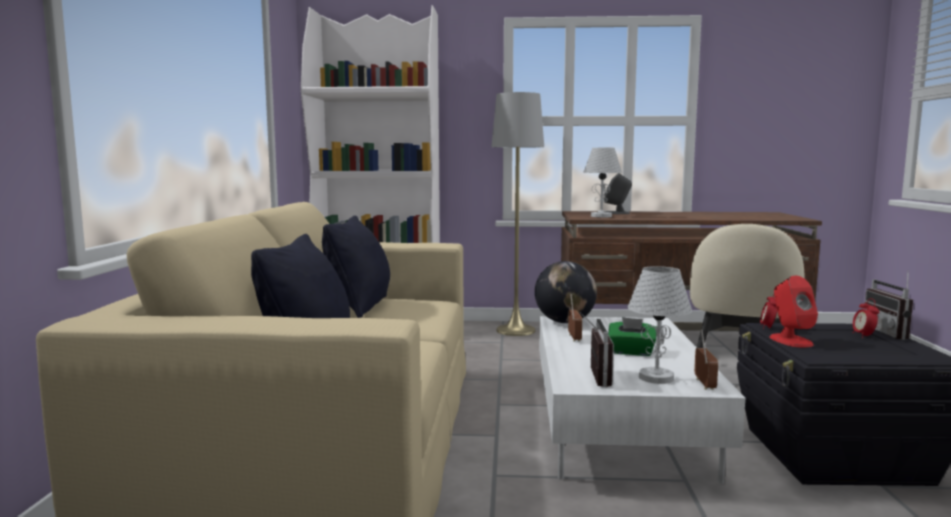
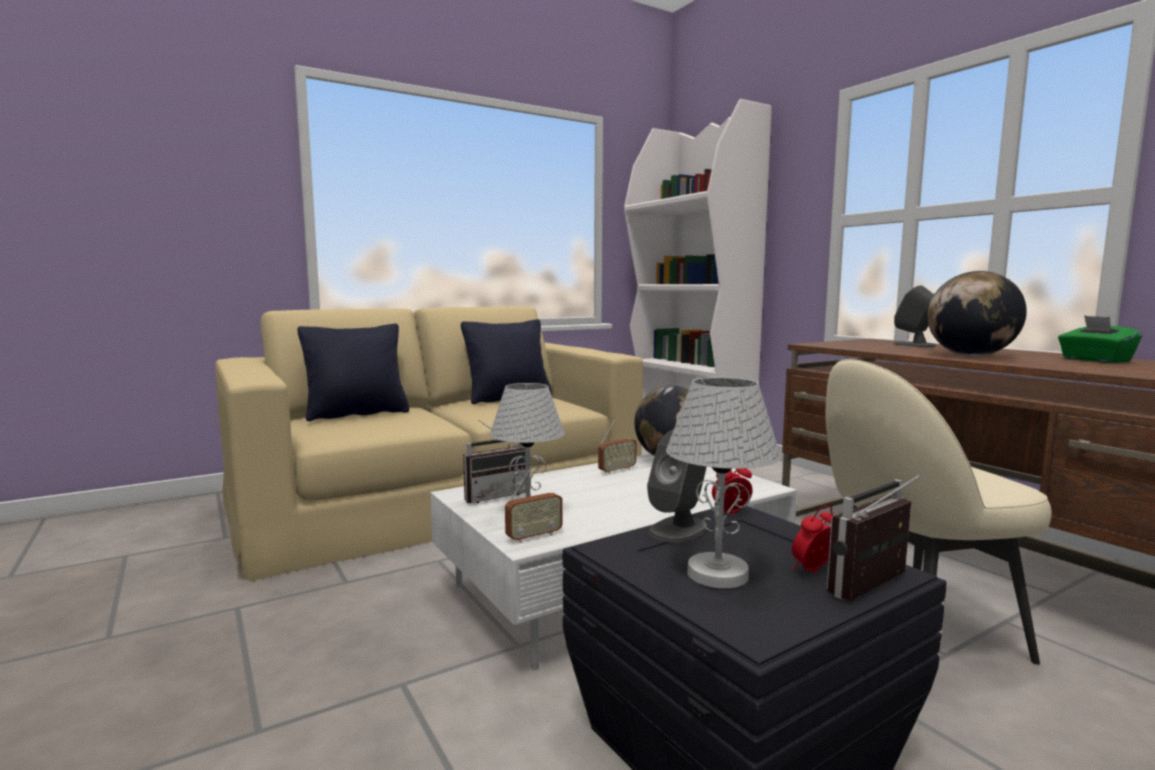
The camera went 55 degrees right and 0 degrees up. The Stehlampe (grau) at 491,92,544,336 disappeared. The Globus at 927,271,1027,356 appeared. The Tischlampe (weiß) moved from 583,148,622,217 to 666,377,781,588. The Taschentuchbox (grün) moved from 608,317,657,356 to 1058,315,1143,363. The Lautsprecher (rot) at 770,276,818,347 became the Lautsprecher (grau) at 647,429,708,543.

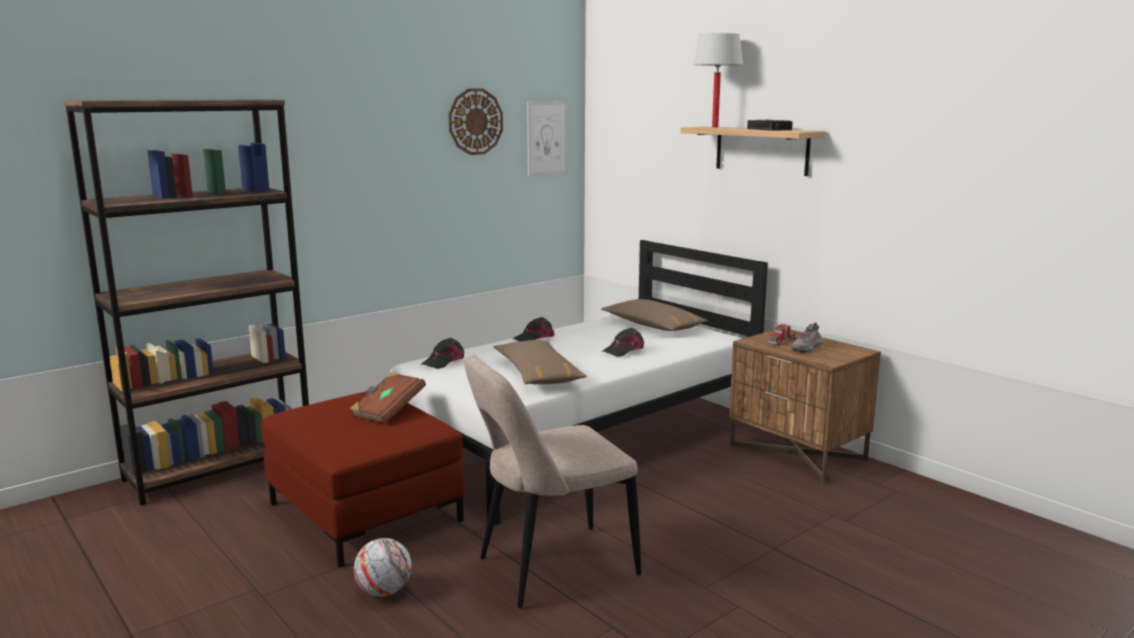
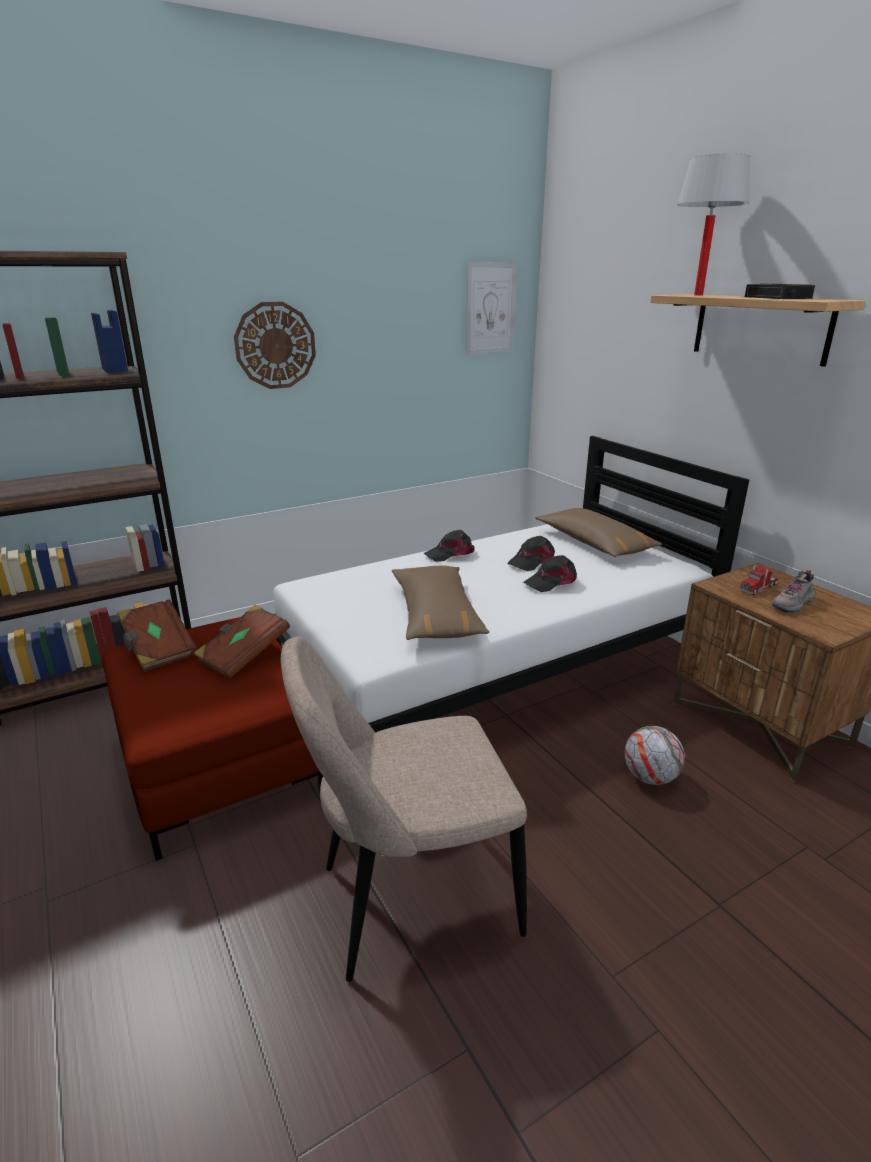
The camera went 10 degrees right and 10 degrees up. The Buch (braun) at 117,600,197,673 appeared. The Fußball moved from 354,538,412,597 to 624,726,685,785. The Kappe (schwarz) moved from 422,338,464,369 to 508,536,555,571. The Wanduhr moved from 448,88,503,155 to 234,302,316,389.

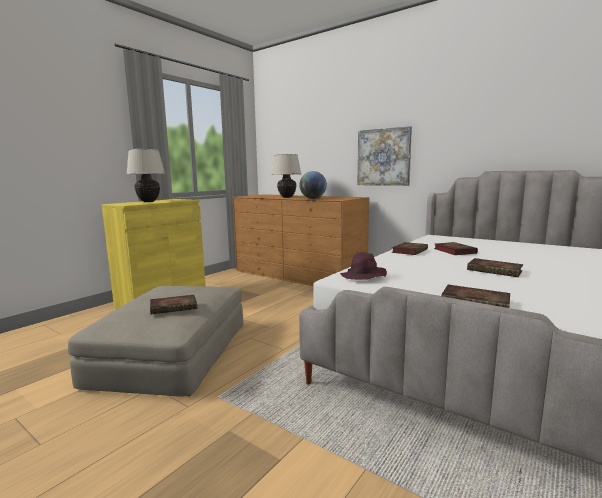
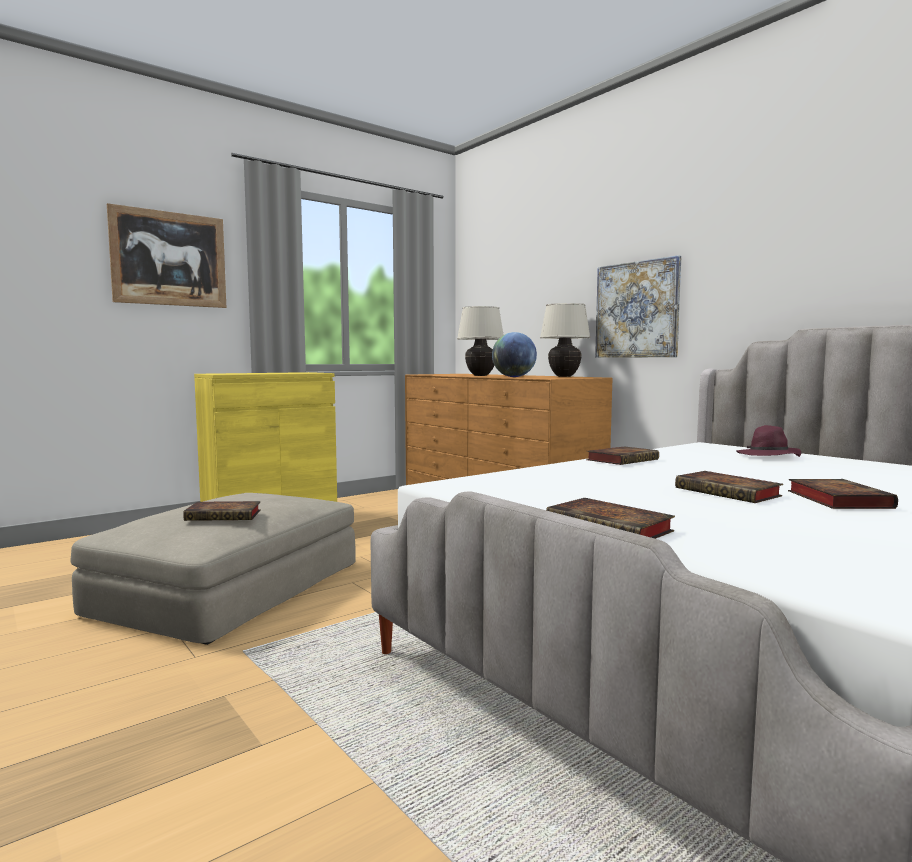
The camera went 15 degrees right and 5 degrees down. The Bild at 107,203,226,308 appeared. The Tischlampe (beige) moved from 126,149,165,202 to 540,303,591,377. The Hut (lila) moved from 340,252,387,280 to 736,425,801,457. The Buch moved from 434,242,478,255 to 788,479,898,509.

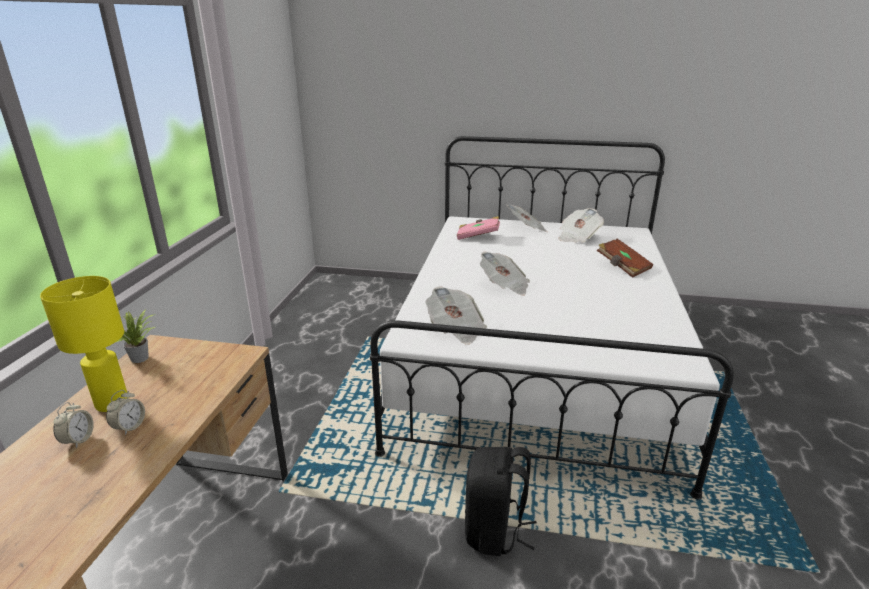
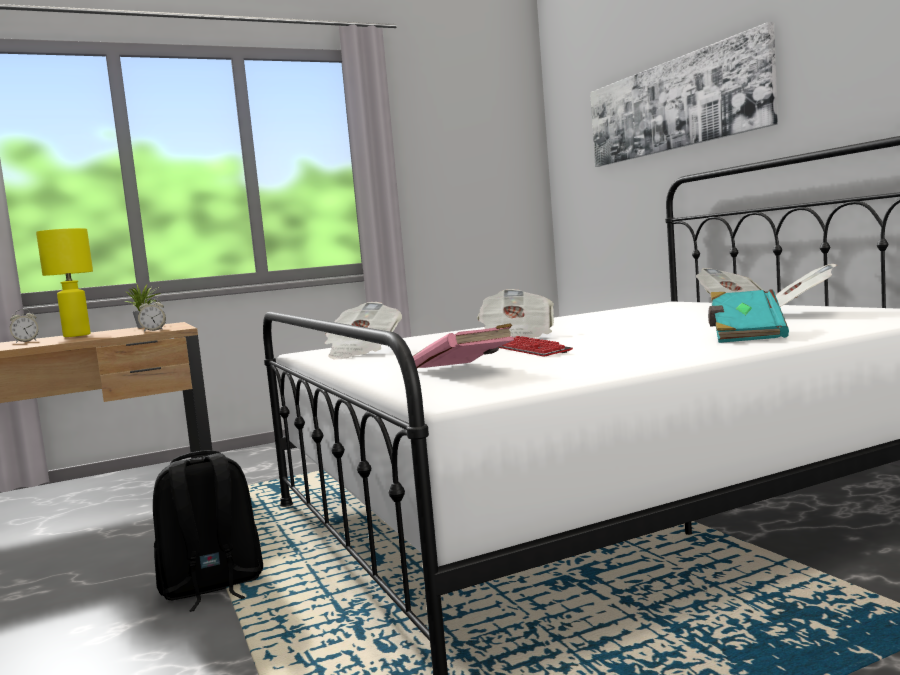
The camera went 55 degrees right and 20 degrees down. The Tastatur at 499,336,573,357 appeared. The Bild at 590,22,778,167 appeared. The Wecker moved from 106,390,145,435 to 138,298,166,332. The Buch (rosa) moved from 457,216,500,240 to 413,323,514,368. The Buch (braun) at 597,239,653,278 became the Buch (türkis) at 708,290,789,343.

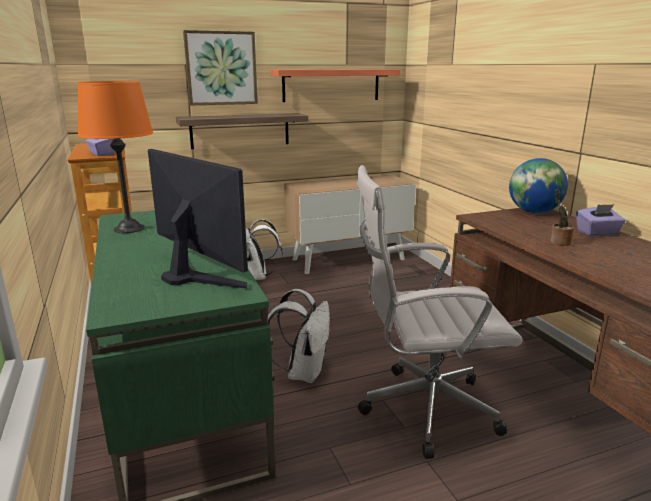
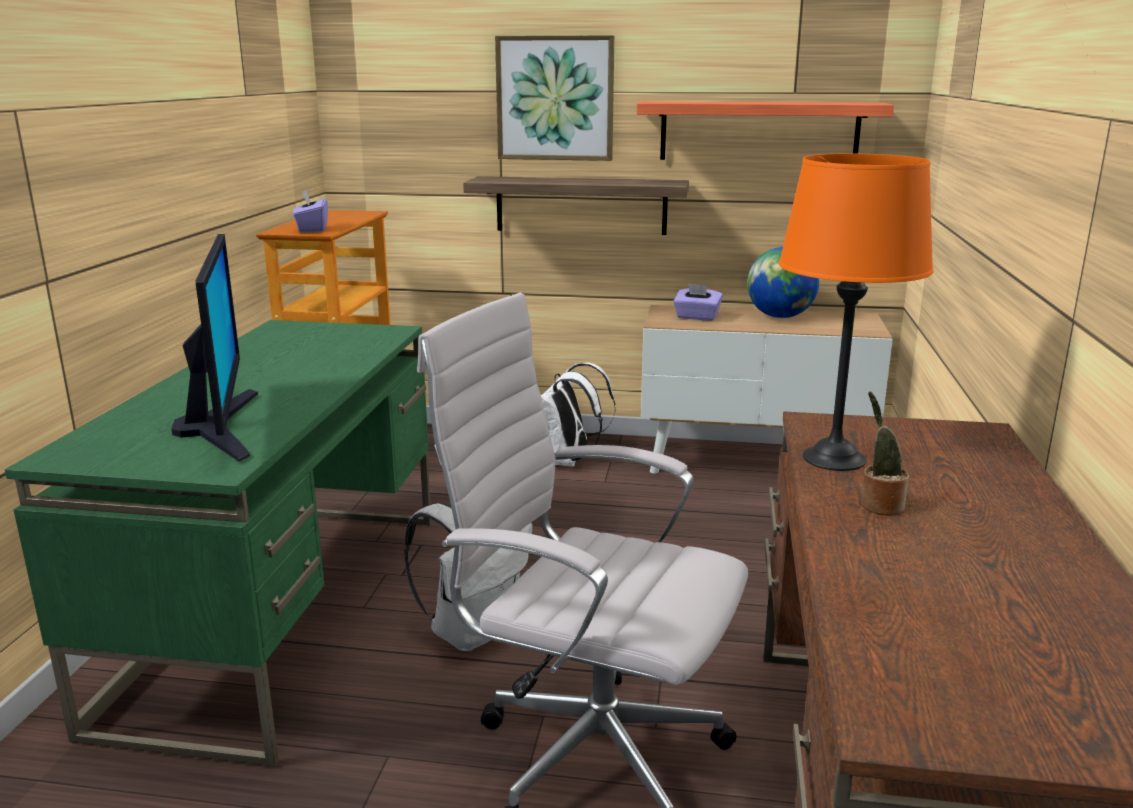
The camera went 30 degrees right and 0 degrees up. The Tischlampe (orange) moved from 78,81,153,233 to 779,154,933,471. The Globus moved from 509,158,568,213 to 747,247,819,318. The Taschentuchbox (lila) moved from 576,204,626,236 to 673,283,723,321.

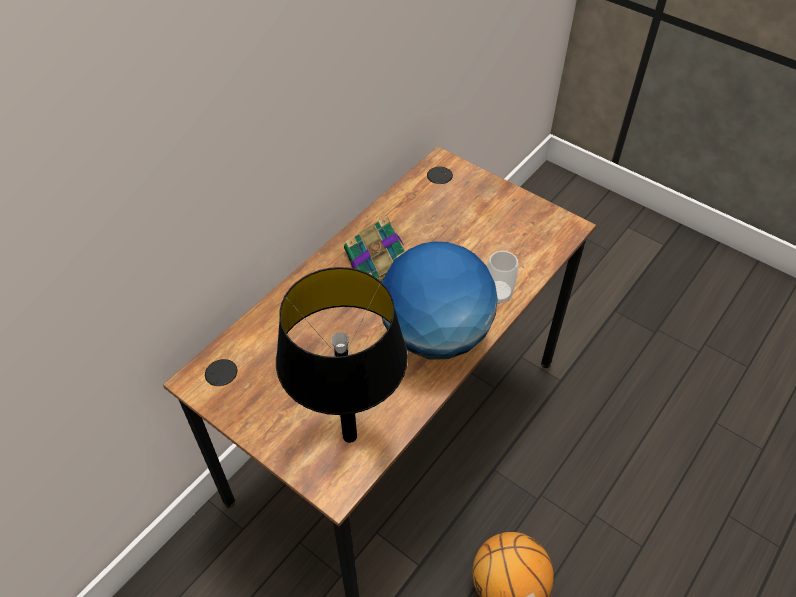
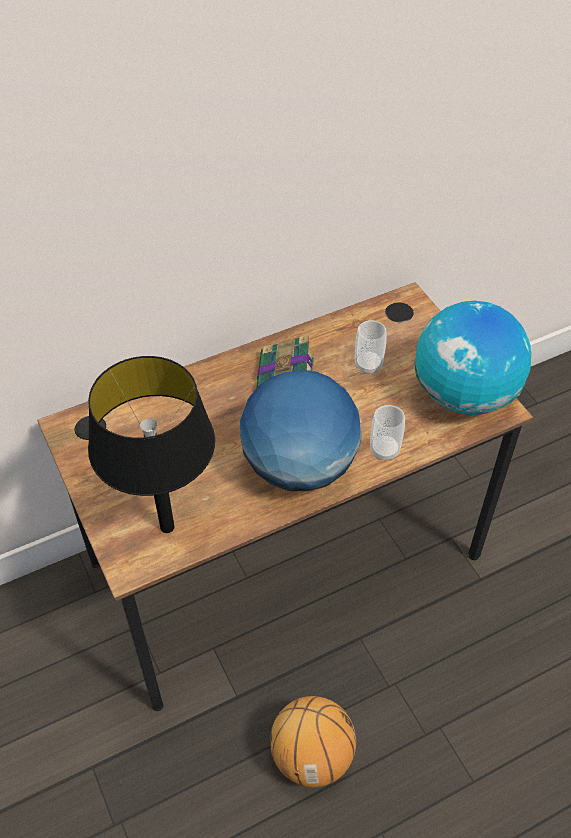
The camera went 25 degrees right and 0 degrees up. The Tasse at 355,320,387,374 appeared. The Globus at 414,301,531,415 appeared.

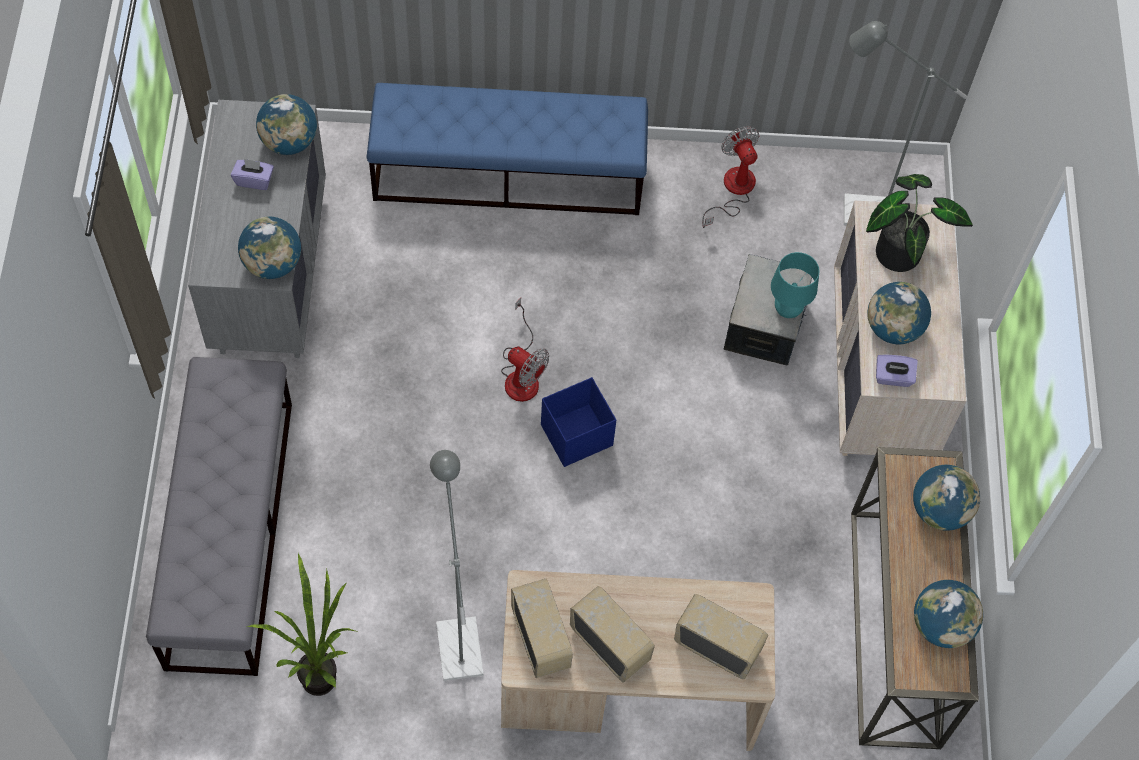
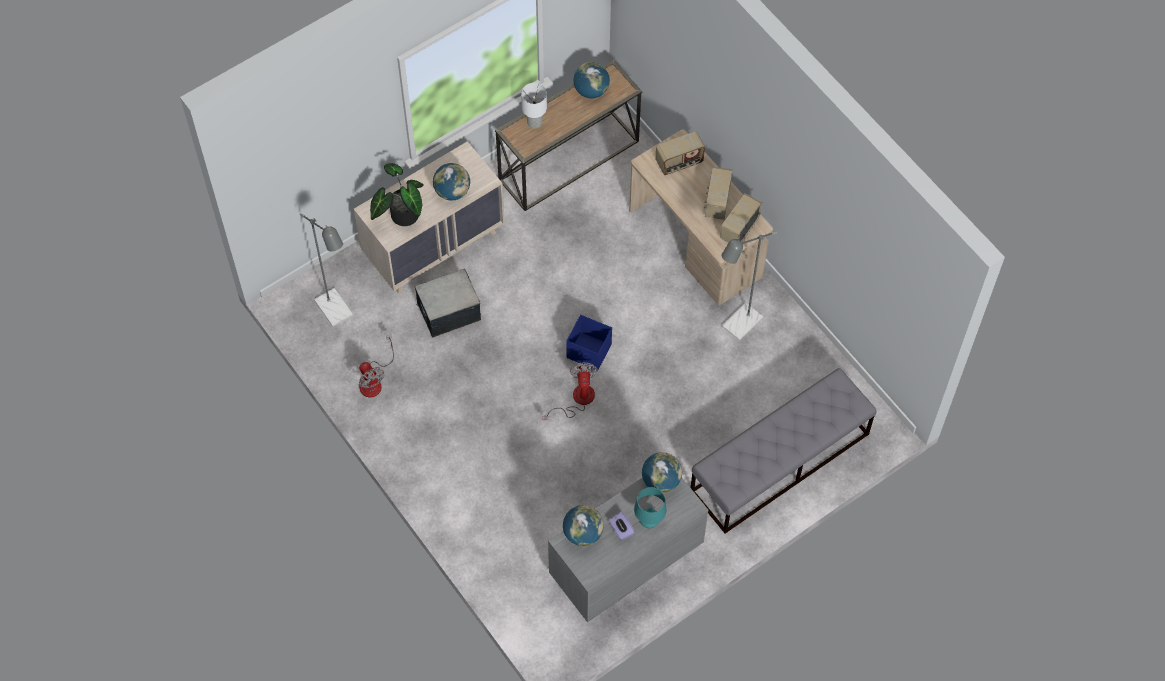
The camera went 125 degrees left and 0 degrees up. The Topfpflanze at 247,553,355,696 disappeared. The Bank (blau) at 367,83,648,215 disappeared. The Taschentuchbox (lila) at 876,354,918,387 disappeared. The Tischlampe (türkis) moved from 771,252,820,318 to 634,487,667,528. The Globus at 913,465,980,531 was replaced by the Tischlampe (weiß) at 521,83,547,128. The Radio at 674,594,768,679 turned 105 degrees counterclockwise. The Ventilator at 702,126,760,228 turned 60 degrees counterclockwise.

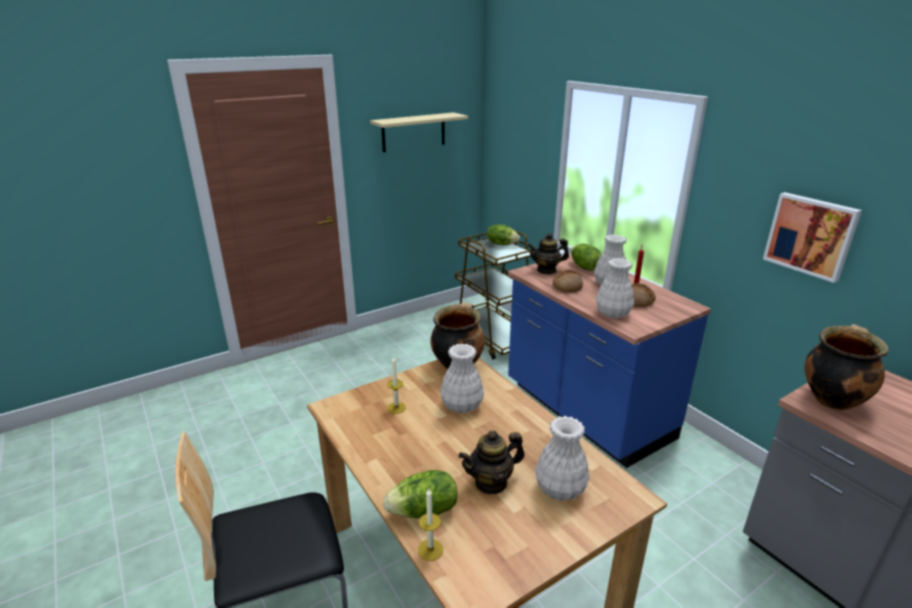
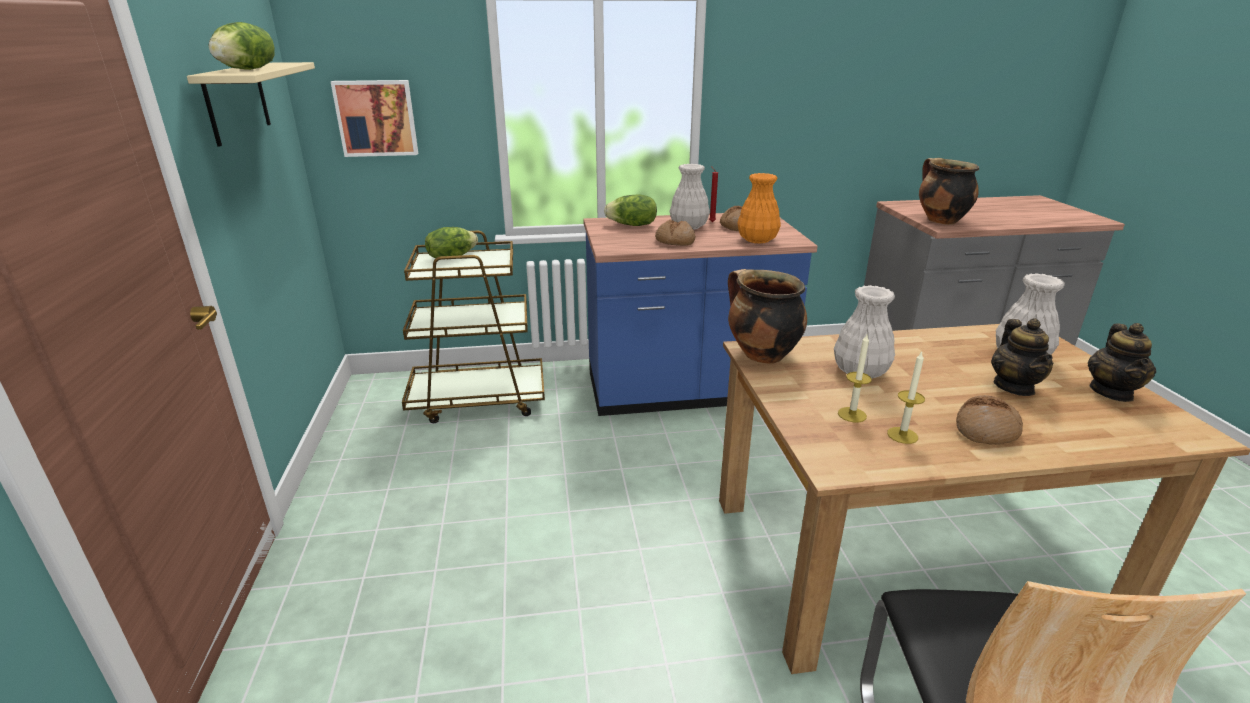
The camera went 65 degrees left and 0 degrees up. The Brot at 956,395,1023,445 appeared. The Salatkopf moved from 383,470,458,518 to 209,22,275,70. The Kerze moved from 418,488,443,561 to 887,352,925,444. The Teekanne moved from 528,233,569,274 to 1088,323,1156,402. The Bild moved from 763,192,862,283 to 331,80,419,157. The Vase (weiß) at 596,258,634,318 became the Vase (orange) at 737,173,781,244.

